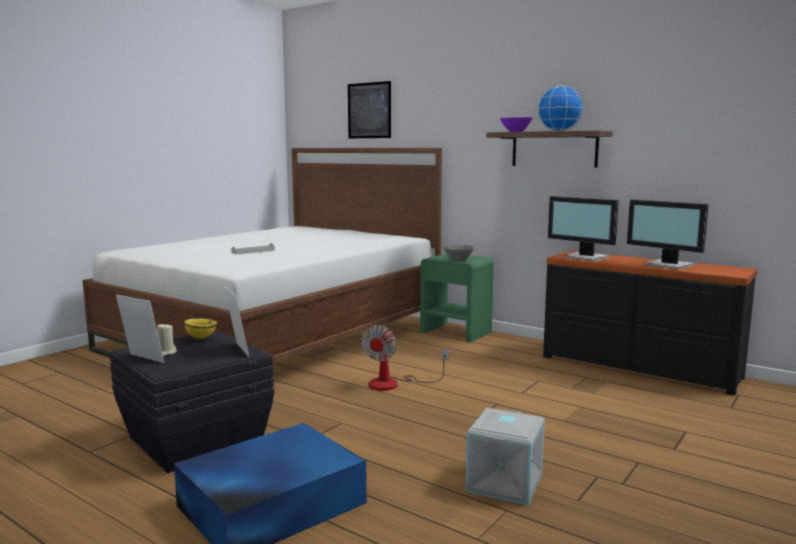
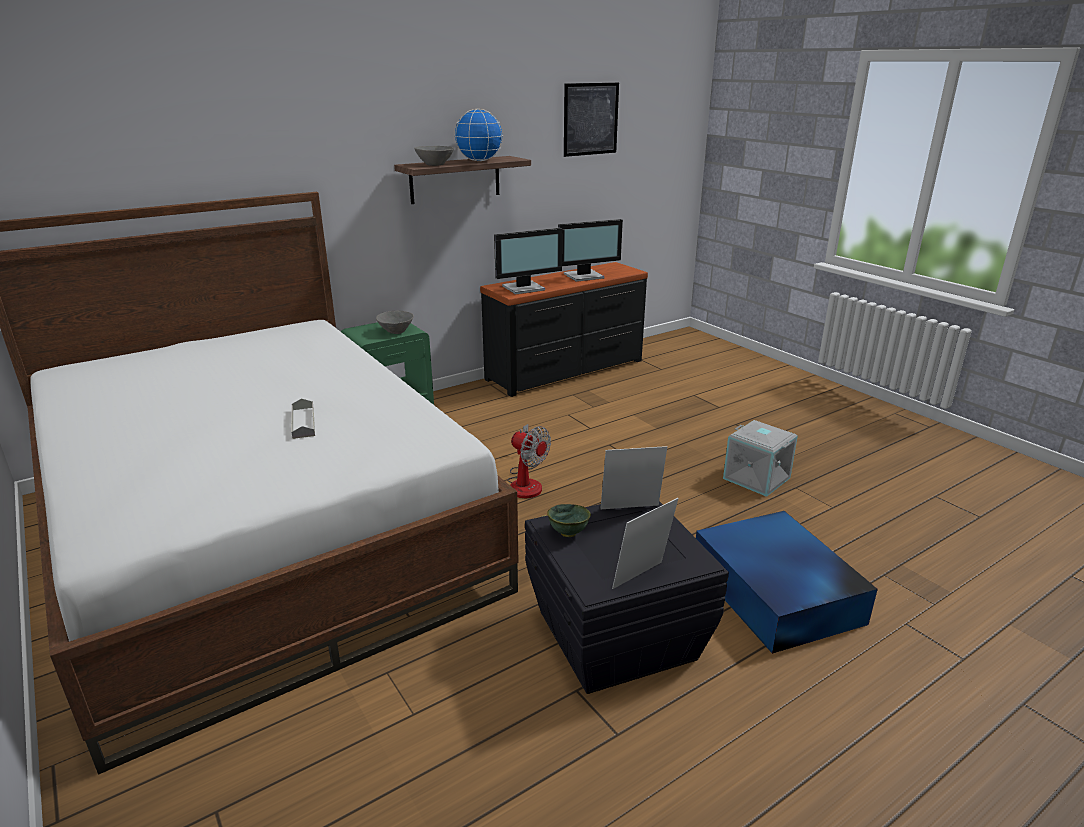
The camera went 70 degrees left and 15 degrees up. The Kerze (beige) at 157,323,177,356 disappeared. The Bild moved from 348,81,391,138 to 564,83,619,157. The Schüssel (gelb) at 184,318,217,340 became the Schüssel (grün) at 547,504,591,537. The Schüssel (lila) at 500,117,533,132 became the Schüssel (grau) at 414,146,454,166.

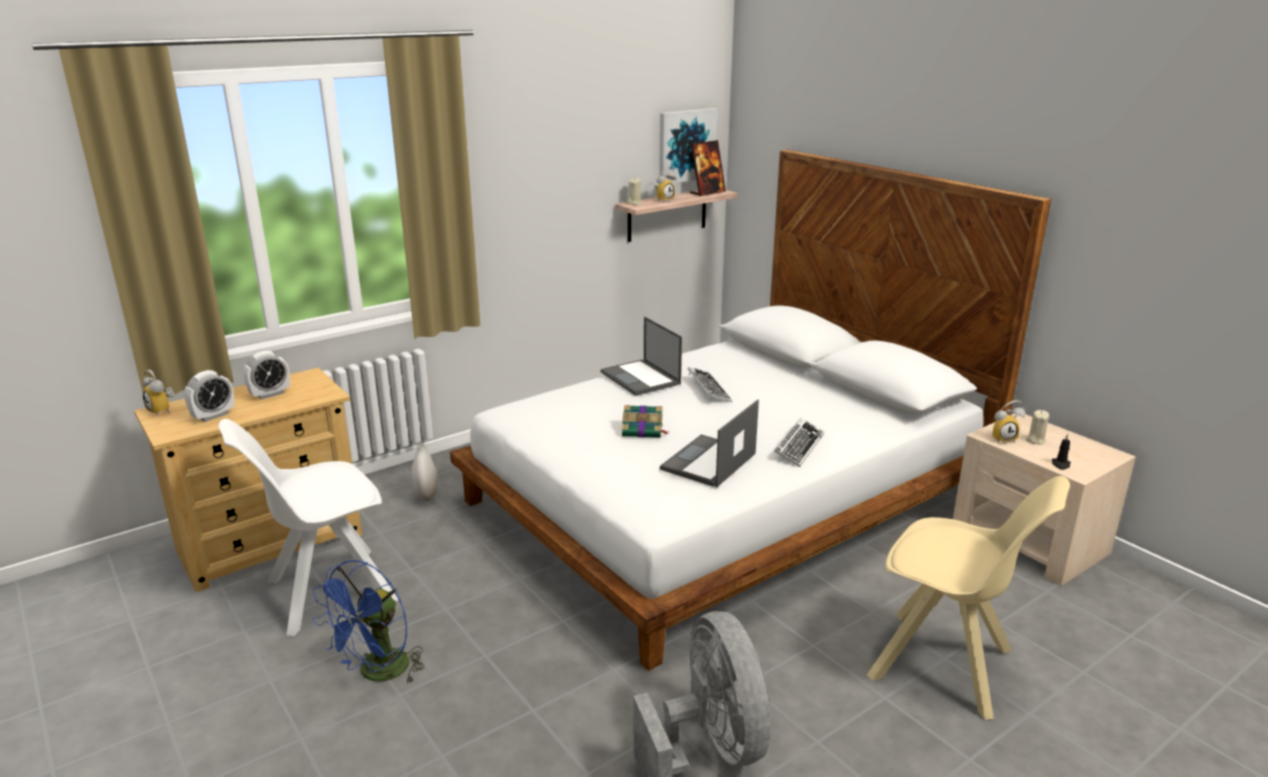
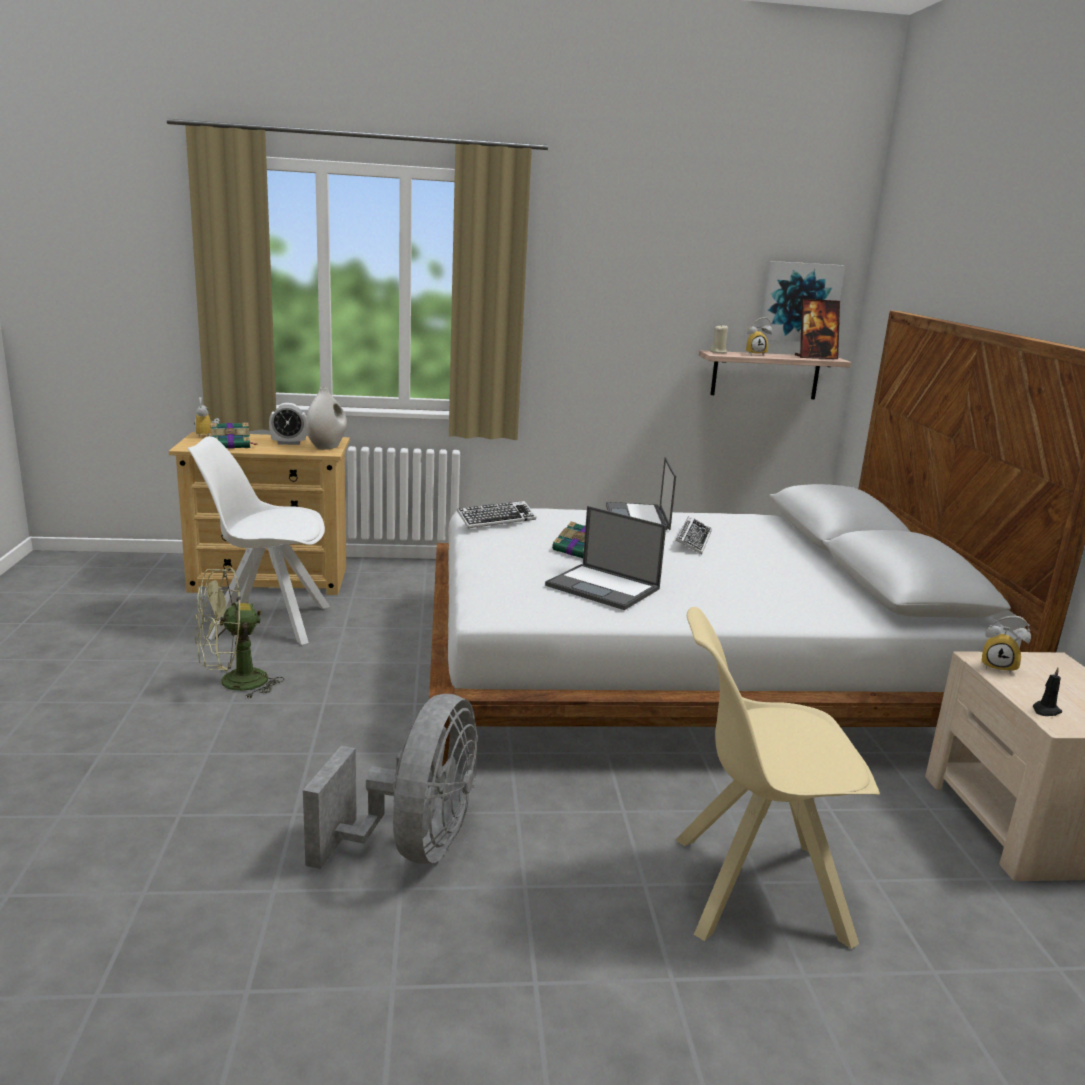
The camera went 30 degrees right and 5 degrees down. The Kerze (beige) at 1026,410,1049,445 disappeared. The Vase (weiß) moved from 411,443,438,501 to 306,387,347,450. The Tastatur moved from 774,418,824,467 to 457,501,536,528. The Wecker at 184,370,234,422 was replaced by the Buch at 210,423,257,449. The Ventilator (blau) at 313,560,425,684 became the Ventilator (grün) at 195,567,284,699. The Laptop at 660,399,759,488 turned 120 degrees counterclockwise. The Stuhl (beige) at 867,476,1070,720 turned 120 degrees clockwise.

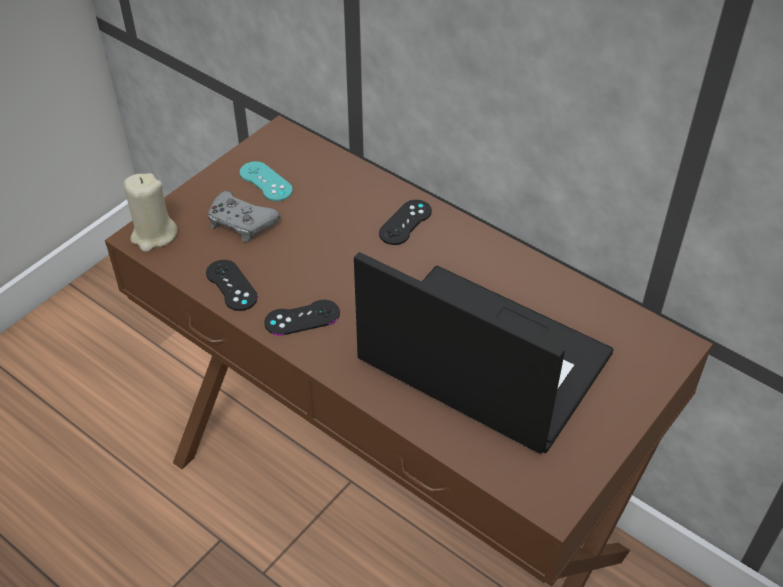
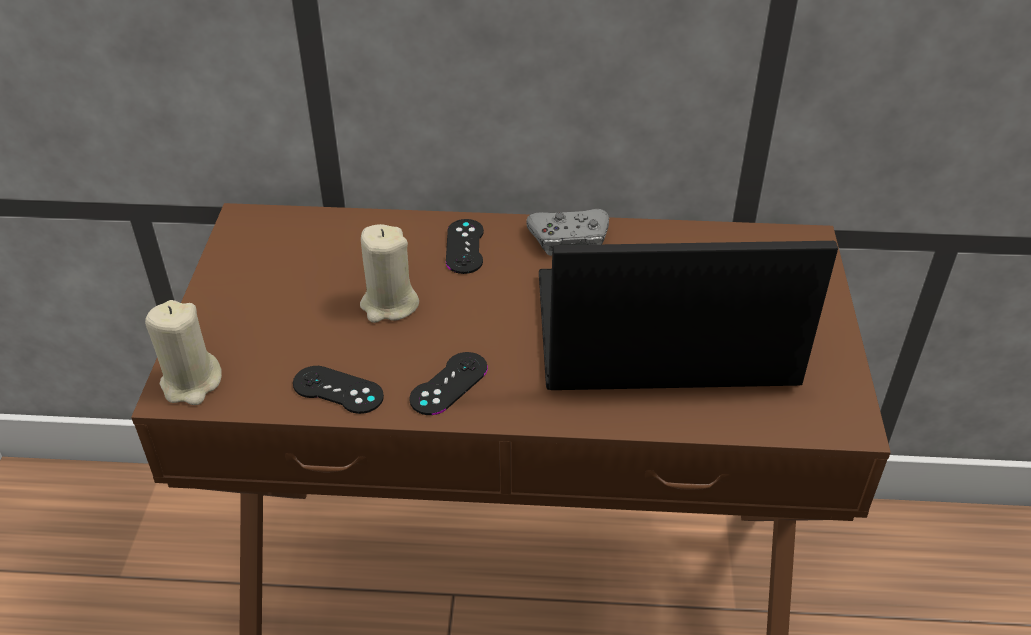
The camera went 35 degrees left and 5 degrees down. The Gamepad (türkis) at 240,161,293,201 disappeared. The Kerze (beige) at 360,224,419,323 appeared. The Gamepad (grau) moved from 208,191,280,242 to 526,209,609,256.

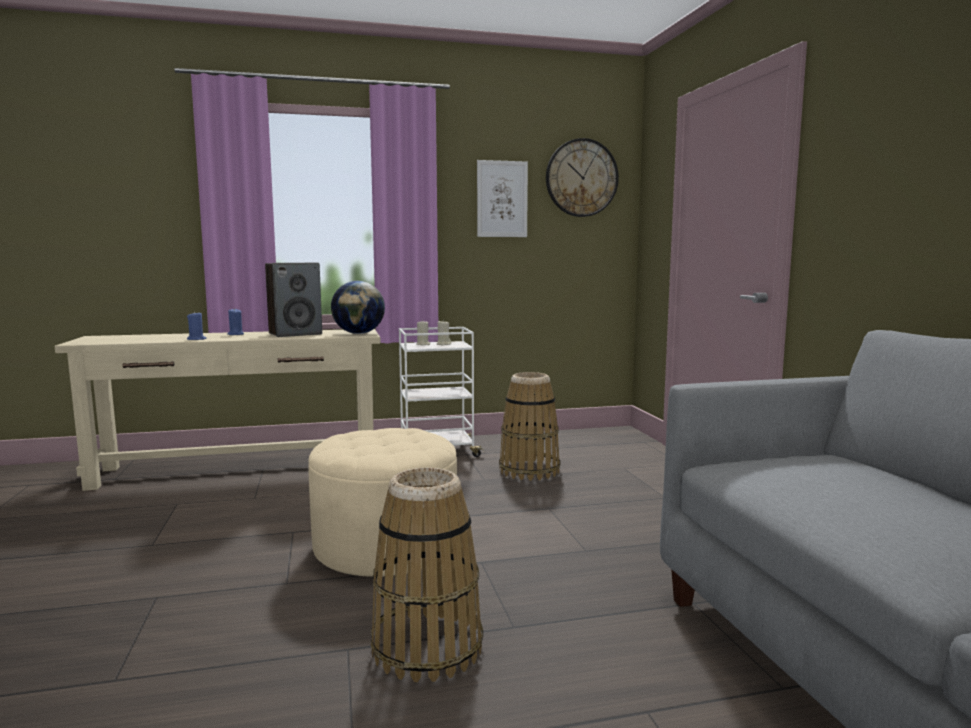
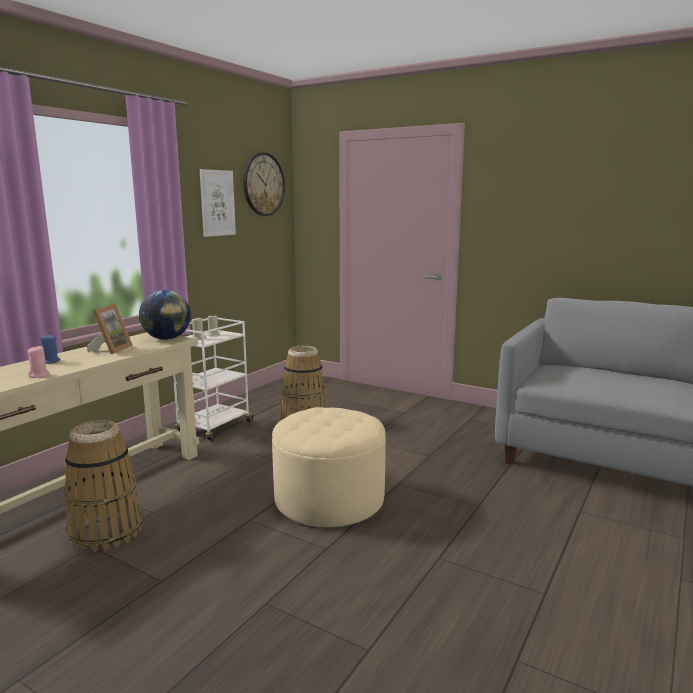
The camera went 45 degrees left and 5 degrees up. The Korb moved from 371,467,483,682 to 64,420,142,552. The Lautsprecher at 265,263,322,337 was replaced by the Bilderrahmen at 87,304,133,354. The Kerze (blau) at 187,311,206,340 became the Kerze (rosa) at 27,346,50,378.

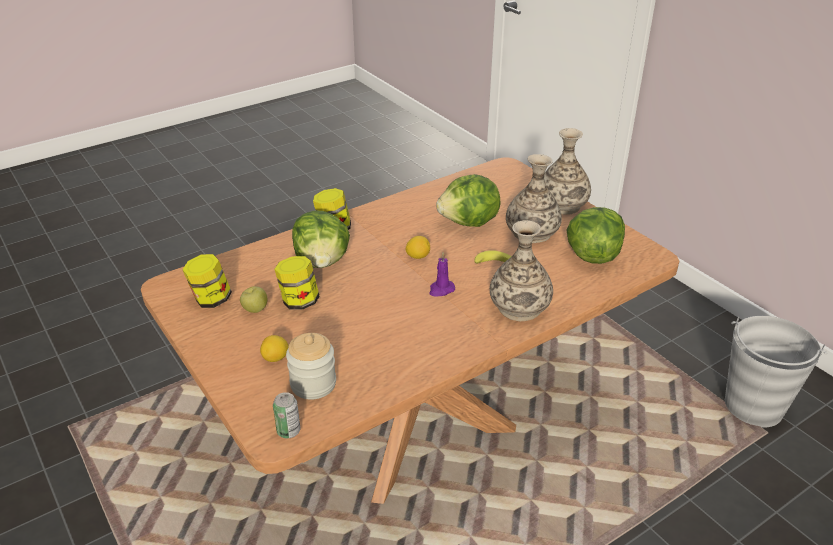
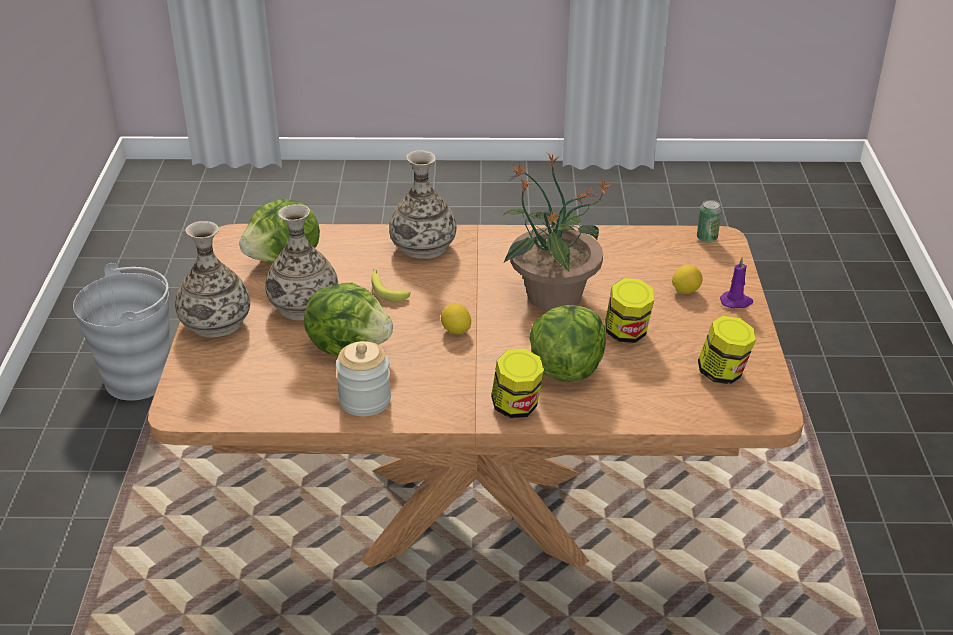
The camera went 145 degrees left and 0 degrees up. The Apfel at 240,286,267,313 disappeared. The Topfpflanze at 503,153,612,311 appeared. The Vorratsglas moved from 286,333,336,400 to 336,341,391,416. The Kerze (lila) moved from 429,252,455,297 to 720,257,753,308.

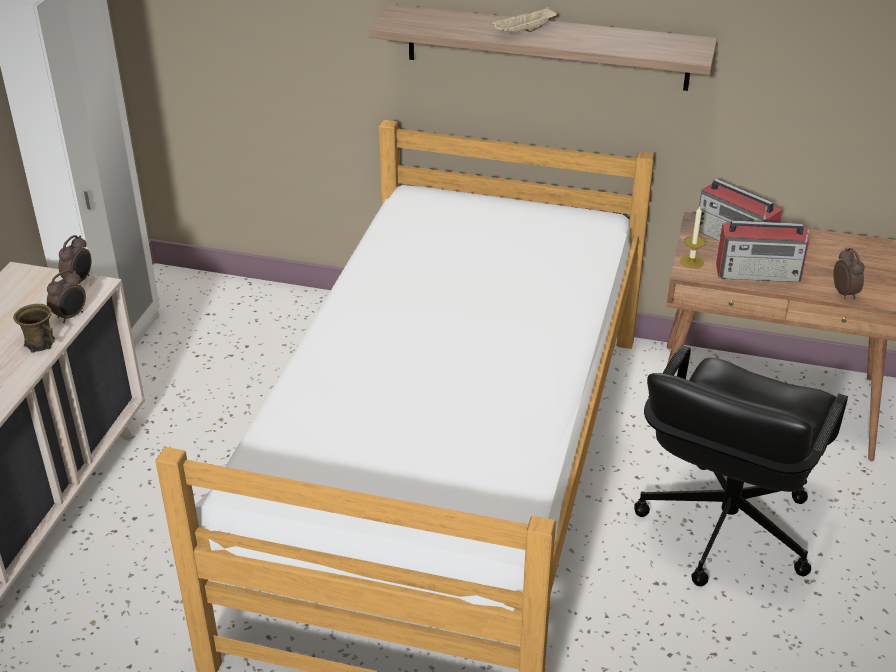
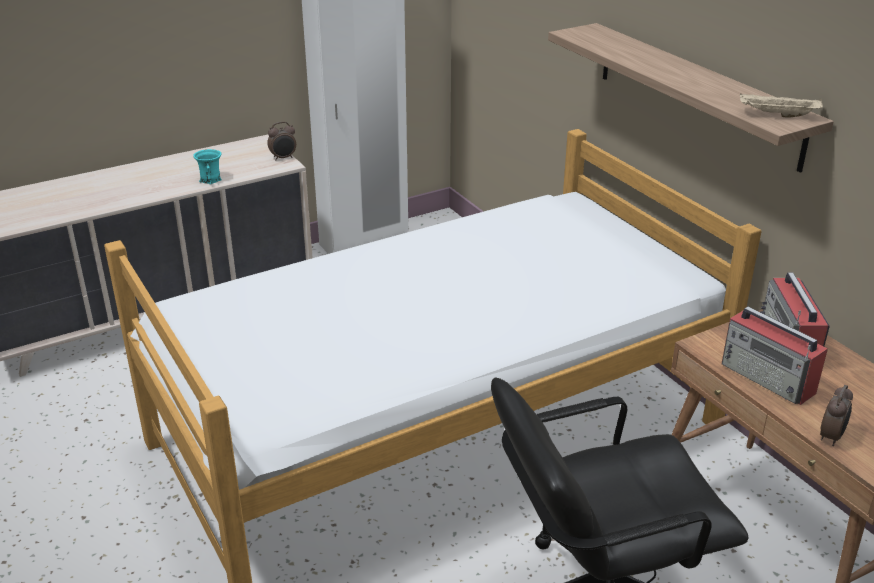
The camera went 45 degrees right and 5 degrees down. The Wecker at 47,270,86,323 disappeared. The Kerze at 680,207,705,269 disappeared. The Tablett (beige) moved from 490,7,557,32 to 740,94,823,118. The Henkelbecher (braun) at 13,304,55,353 became the Henkelbecher (türkis) at 193,149,222,184.

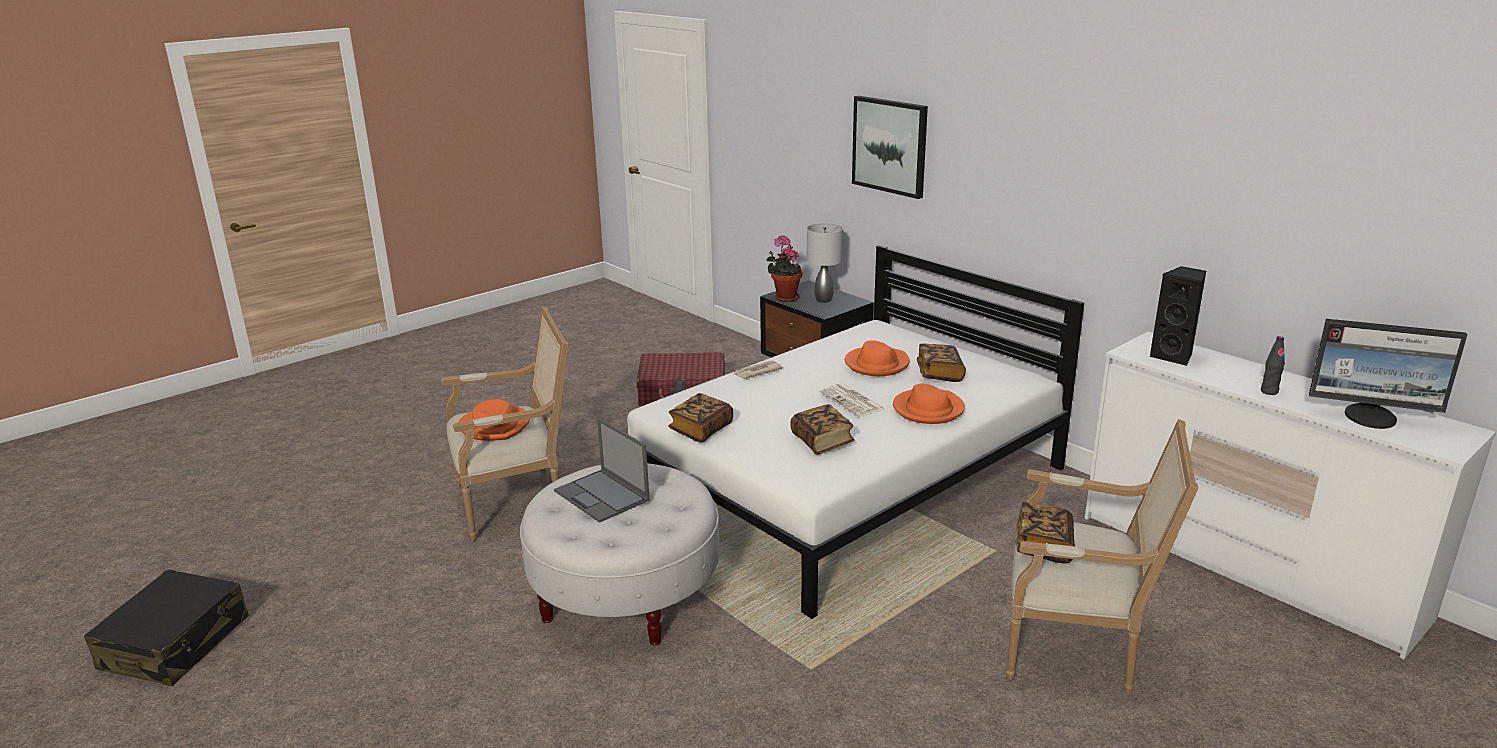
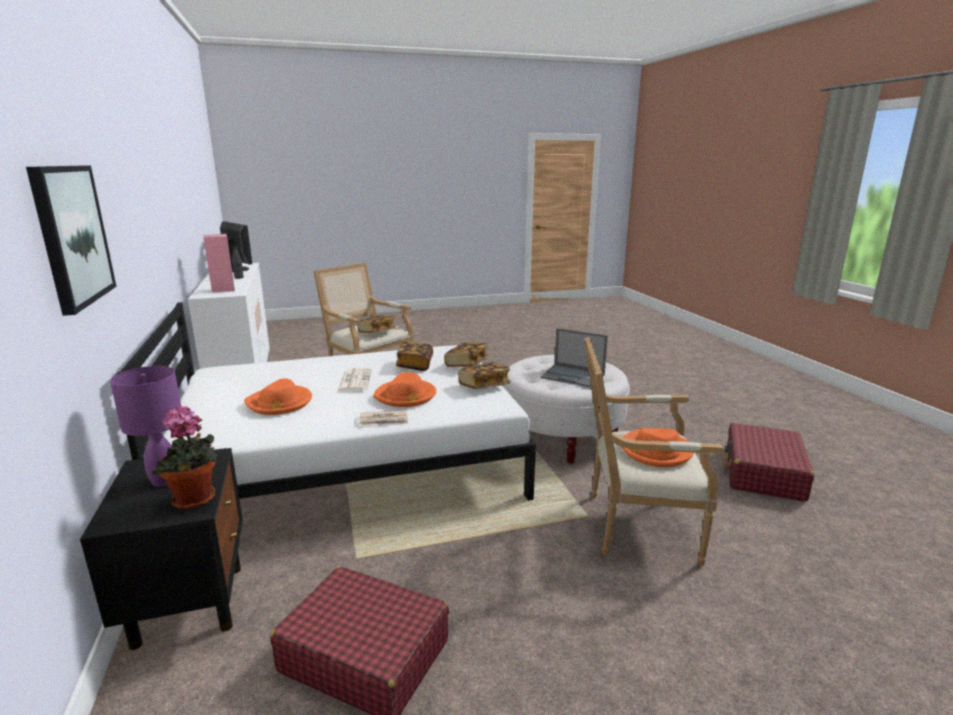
The camera went 155 degrees left and 5 degrees down. The Koffer (schwarz) at 84,570,249,686 disappeared. The Koffer (rot) at 723,423,814,502 appeared. The Hut (orange) moved from 893,384,965,424 to 373,372,436,407. The Buch moved from 917,343,966,382 to 444,342,489,367. The Tischlampe (grau) at 807,223,843,303 became the Tischlampe (lila) at 110,366,181,487. The Lautsprecher (schwarz) at 1149,266,1206,366 became the Lautsprecher (rosa) at 203,234,235,292. The Laptop at 554,418,650,523 turned 135 degrees clockwise.

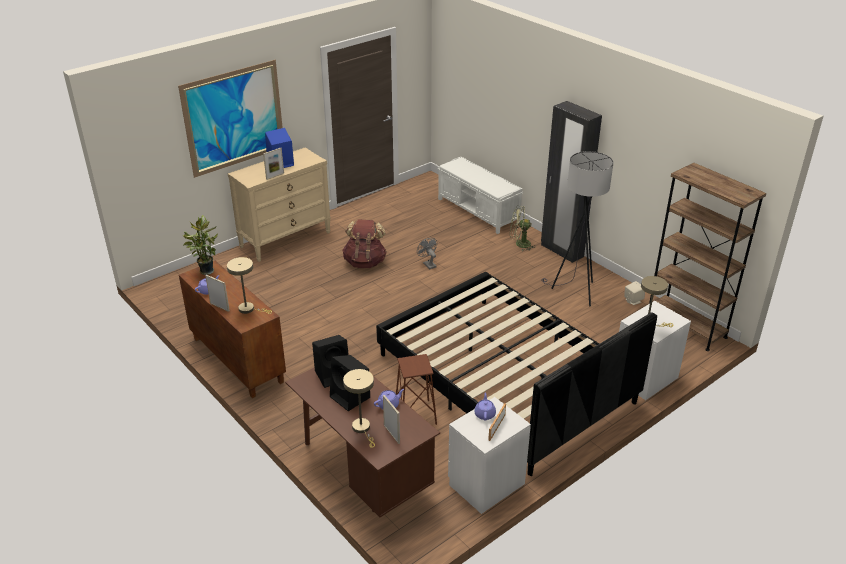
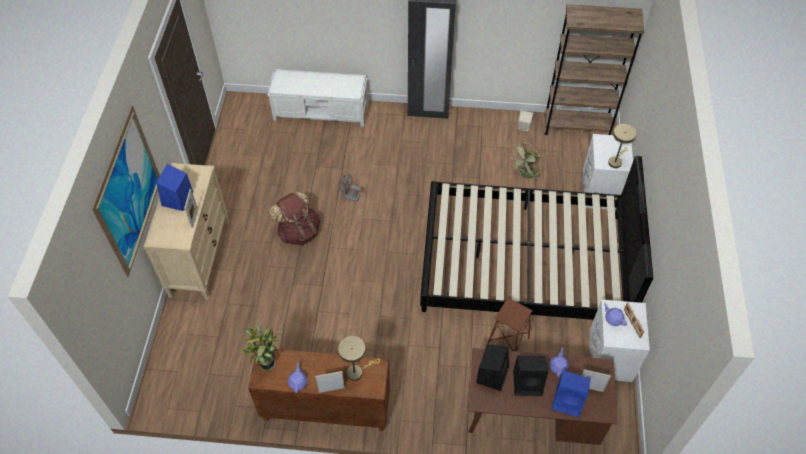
The camera went 45 degrees left and 20 degrees up. The Stehlampe (grau) at 541,151,613,306 disappeared. The Ventilator (grün) moved from 510,206,535,251 to 510,142,542,181. The Tischlampe (beige) at 343,369,375,448 was replaced by the Lautsprecher (blau) at 552,371,590,417.

